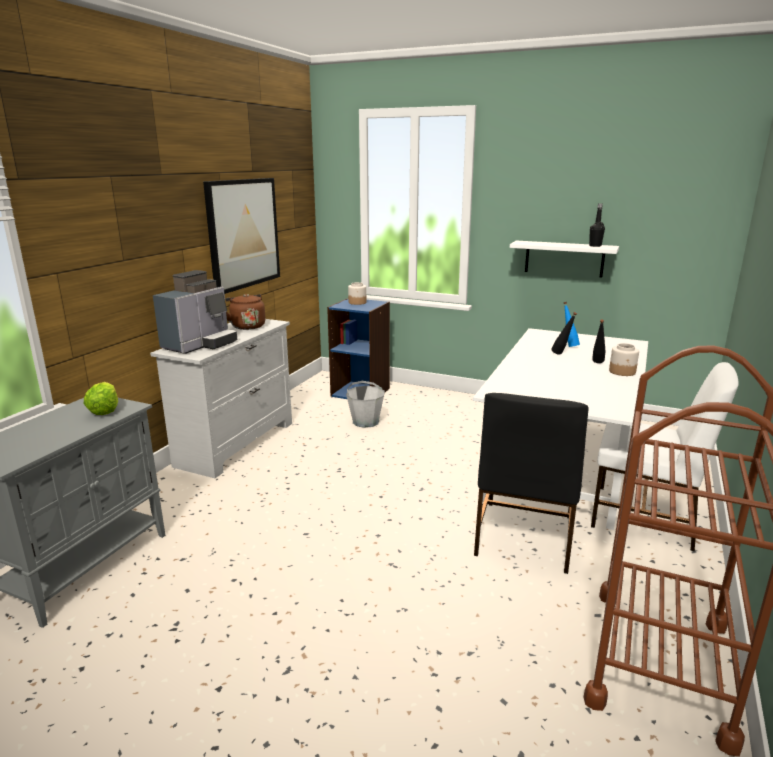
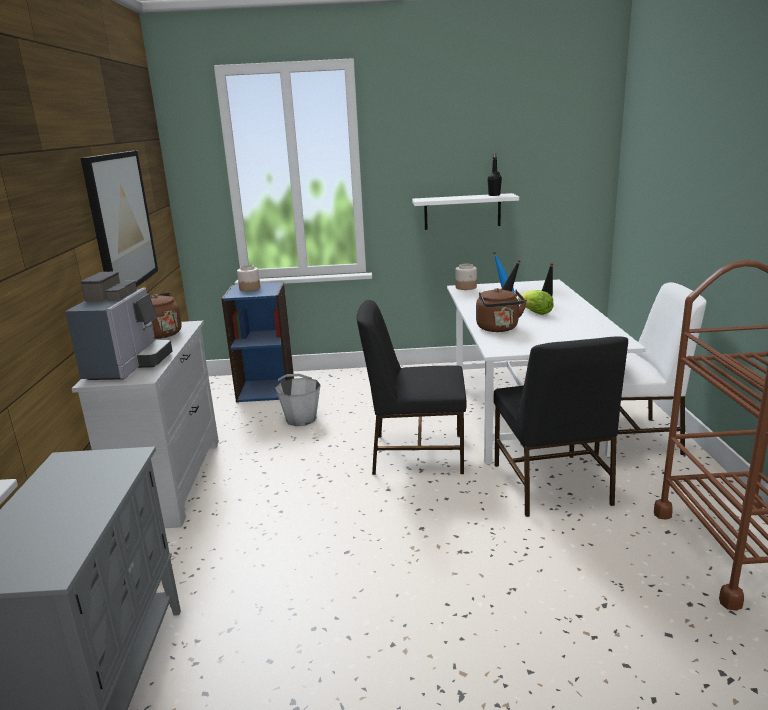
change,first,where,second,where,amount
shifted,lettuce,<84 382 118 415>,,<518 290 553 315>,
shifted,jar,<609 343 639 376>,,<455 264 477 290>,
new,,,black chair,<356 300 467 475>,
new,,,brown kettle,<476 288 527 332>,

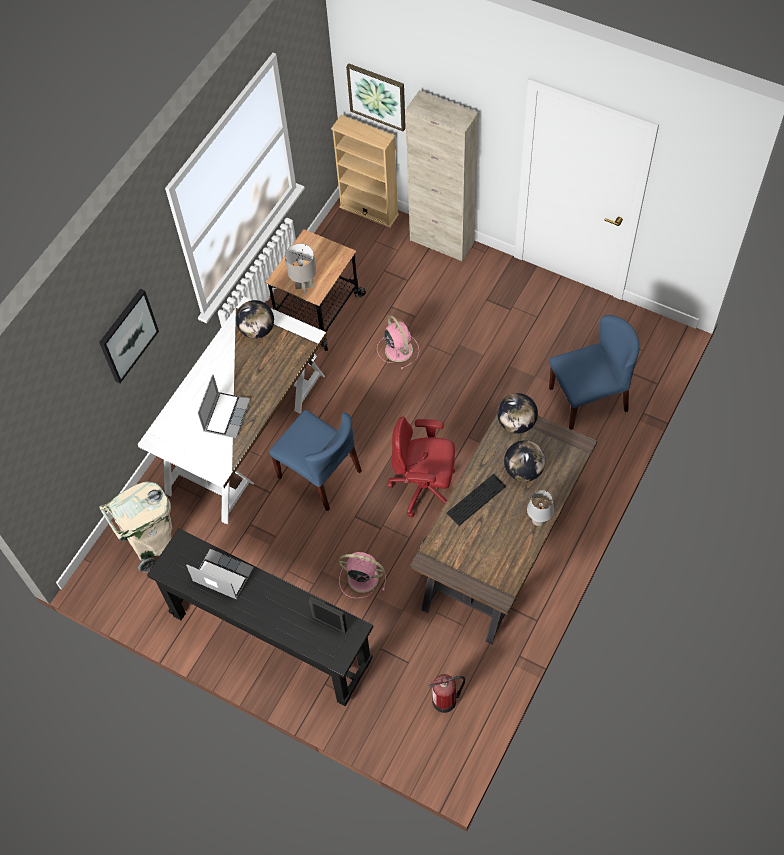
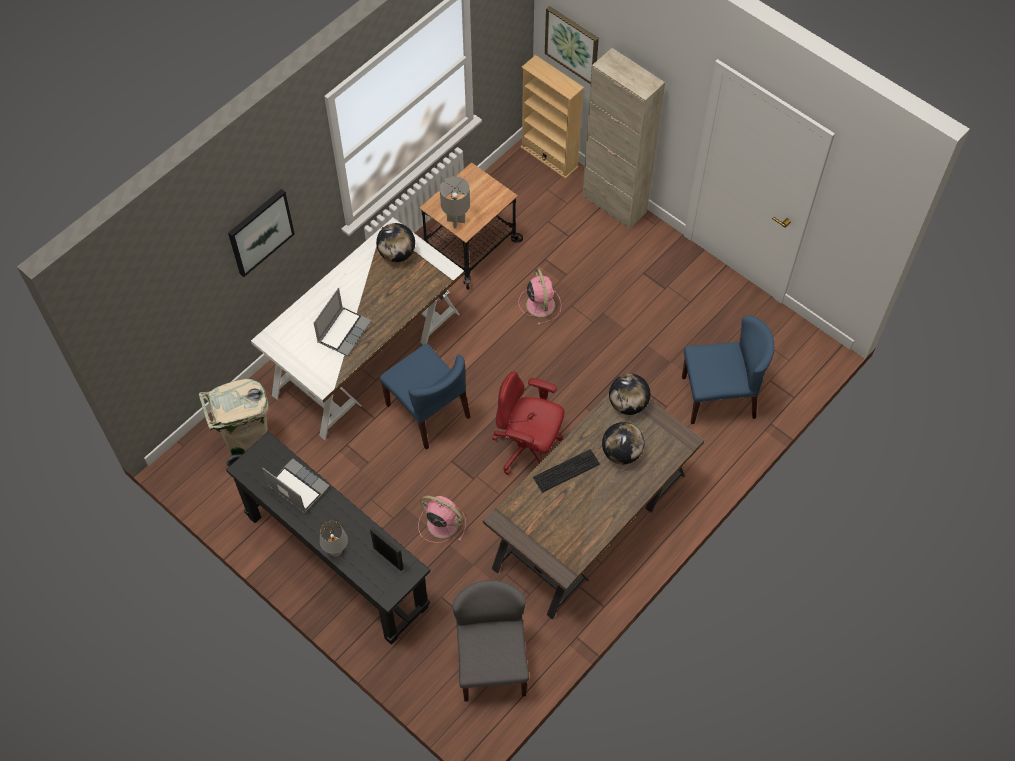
change,first,where,second,where,amount
swapped,fire extinguisher,<429 674 465 713>,grey chair,<453 580 529 702>,
shifted,grey table lamp,<527 490 554 526>,,<320 521 348 556>,

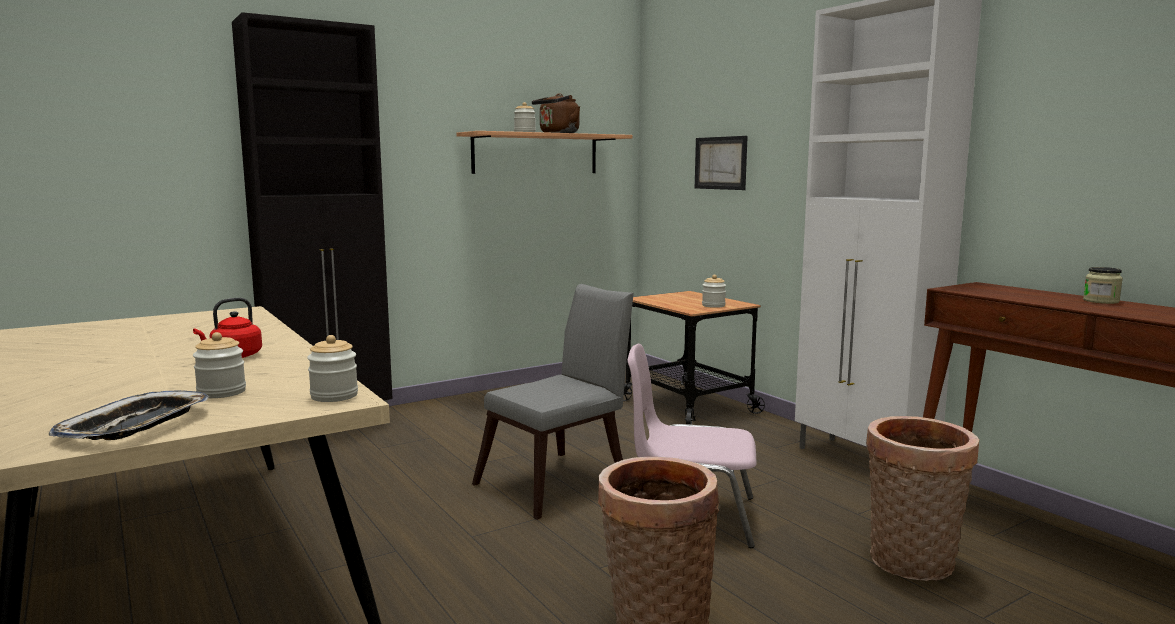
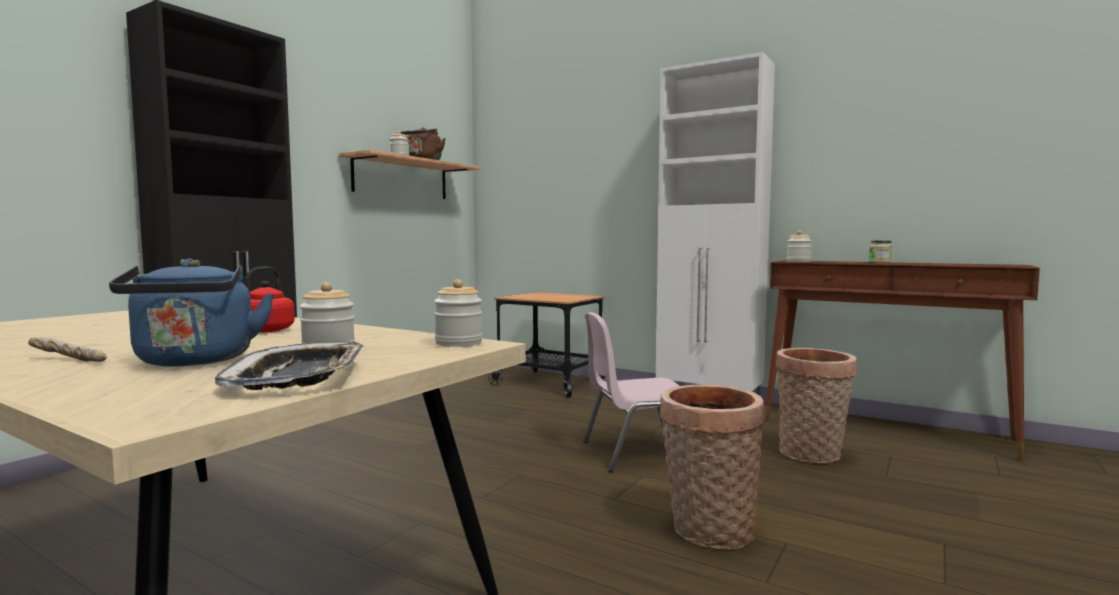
change,first,where,second,where,amount
gone,grey chair,<472 284 634 520>,,,
gone,picture,<695 136 748 190>,,,
shifted,jar,<702 275 726 308>,,<787 231 812 262>,
new,,,bread,<28 337 107 362>,
new,,,blue kettle,<109 259 274 366>,

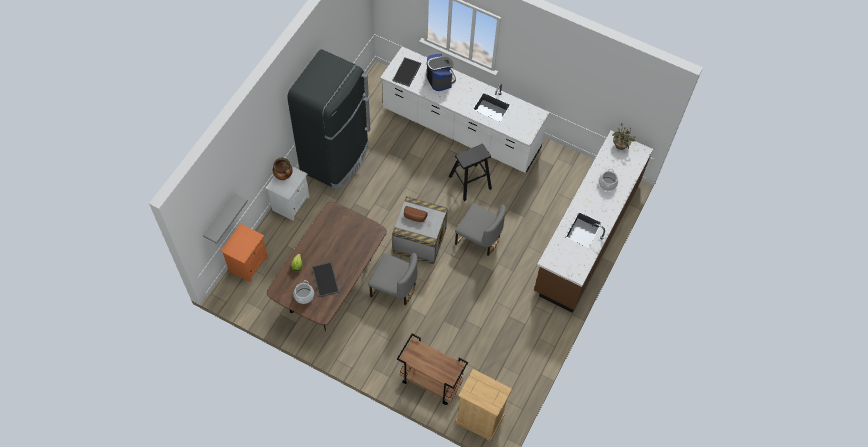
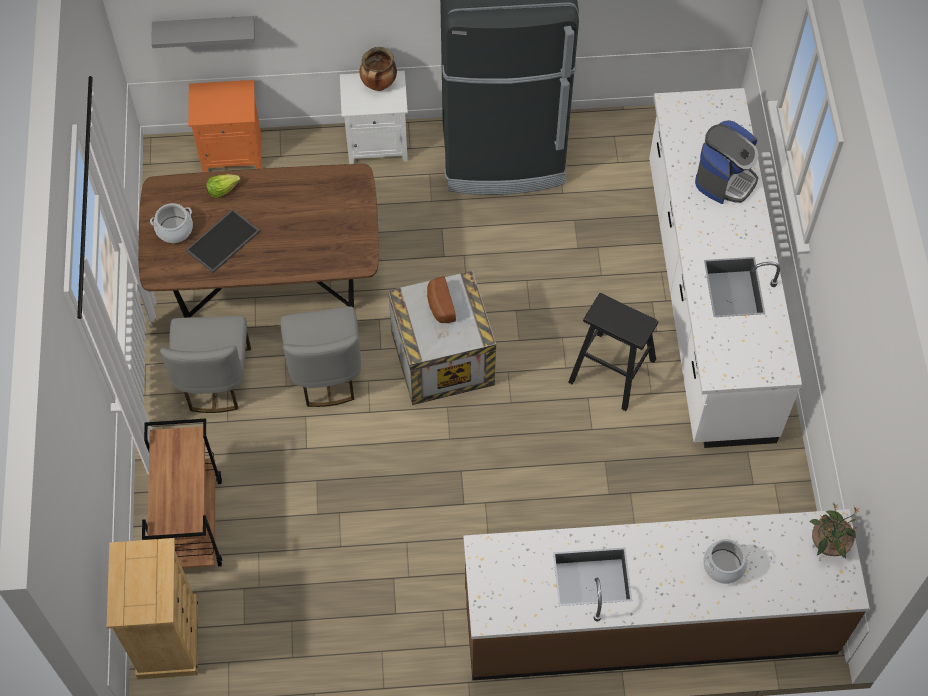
change,first,where,second,where,amount
gone,tray,<392 57 421 87>,,,
shifted,grey chair,<455 203 506 256>,,<160 316 251 413>,

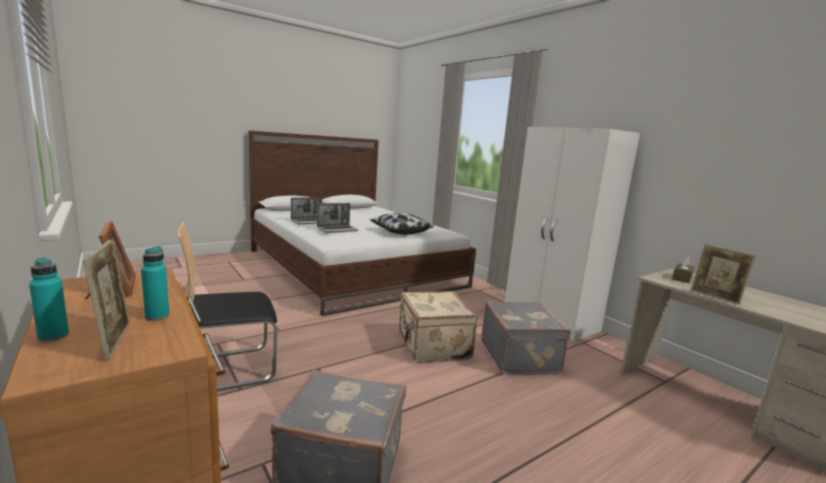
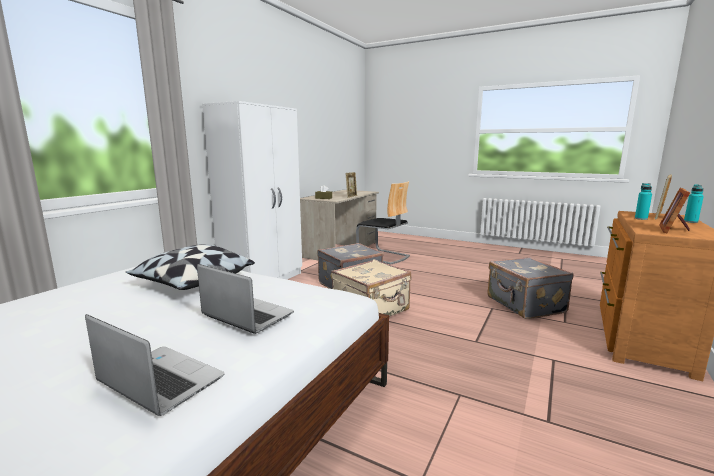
change,first,where,second,where,amount
shifted,chair,<178 222 277 391>,,<356 181 410 265>,

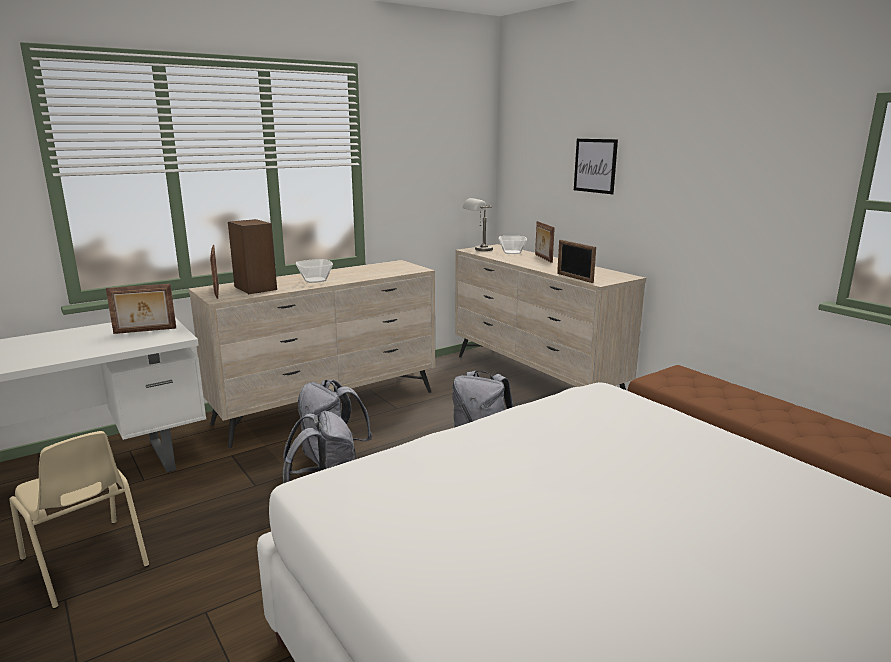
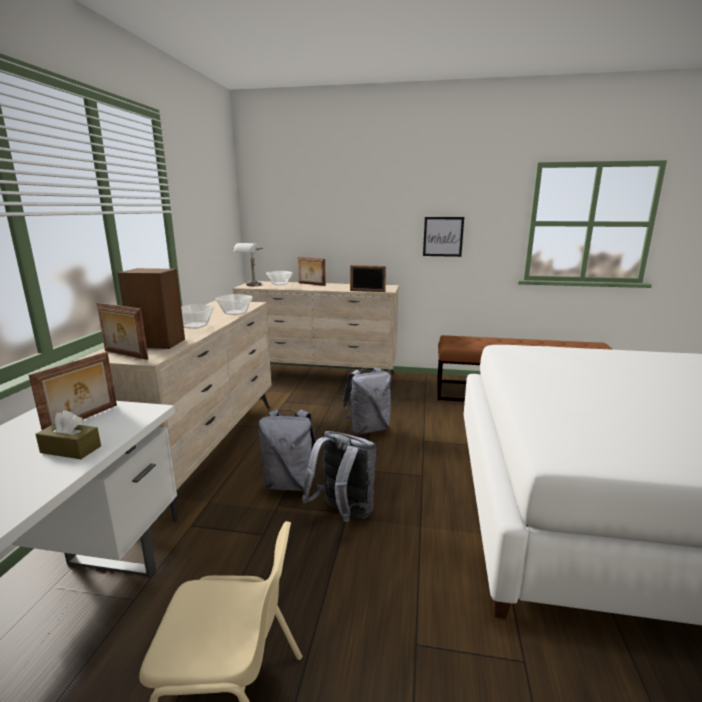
change,first,where,second,where,amount
shifted,picture,<574 139 618 194>,,<423 217 464 257>,
new,,,brown tissue box,<35 410 101 459>,
new,,,bowl,<215 294 253 315>,

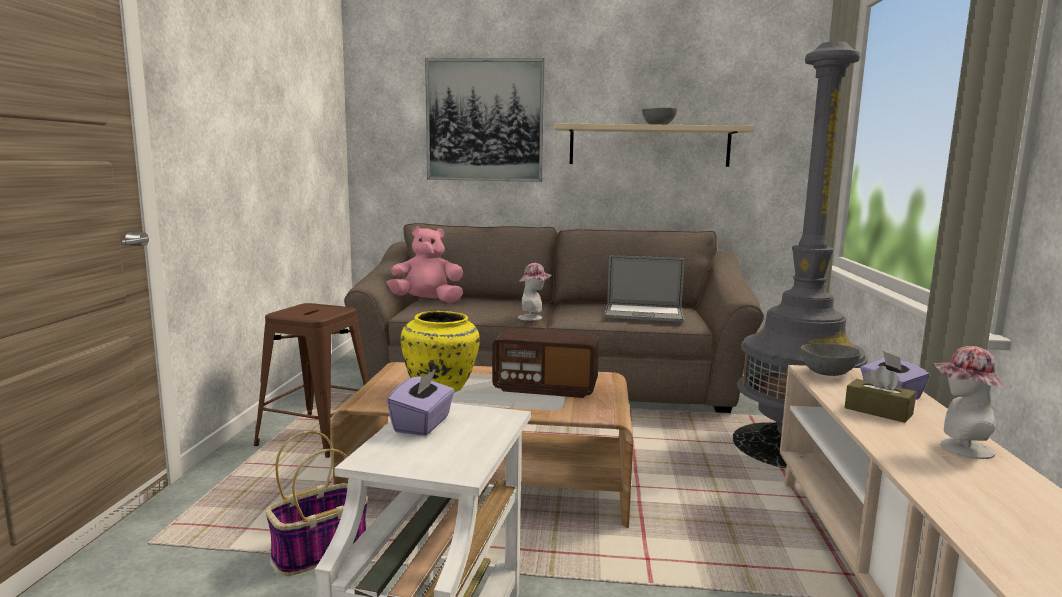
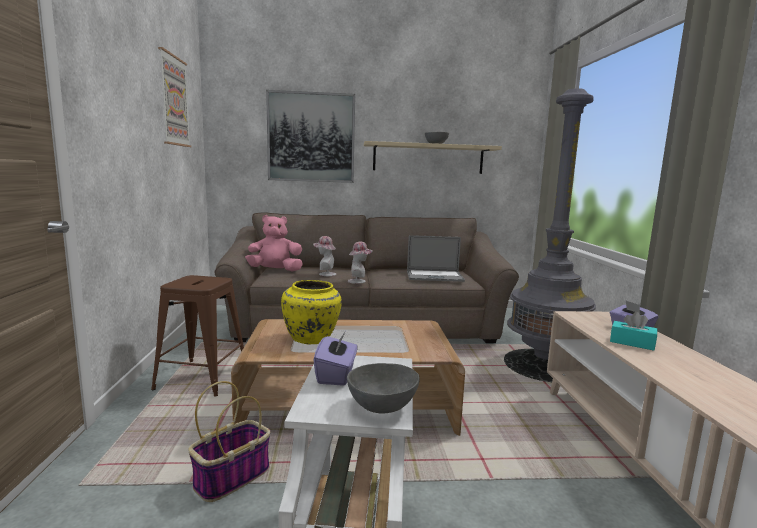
change,first,where,second,where,amount
gone,radio,<492 328 599 398>,,,
shifted,grey bowl,<801 343 861 376>,,<347 363 420 414>,
repainted,brown tissue box,<845 366 916 423>,turquoise tissue box,<610 312 657 351>,
shifted,hat,<933 346 1005 459>,,<313 236 336 276>,
new,,,picture,<158 47 191 147>,

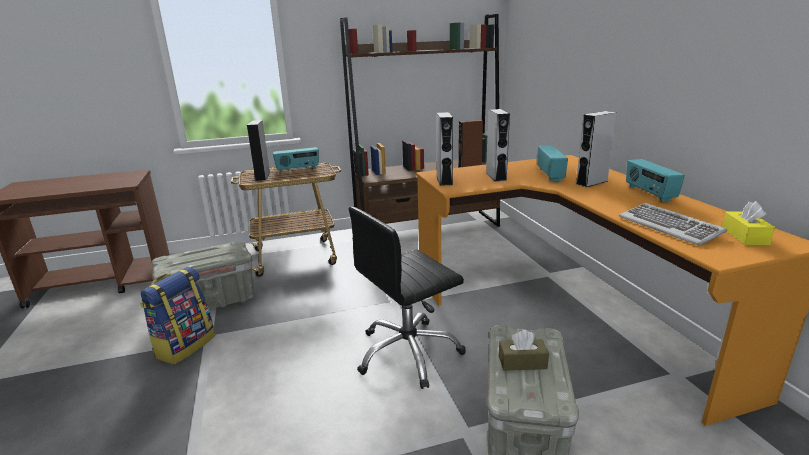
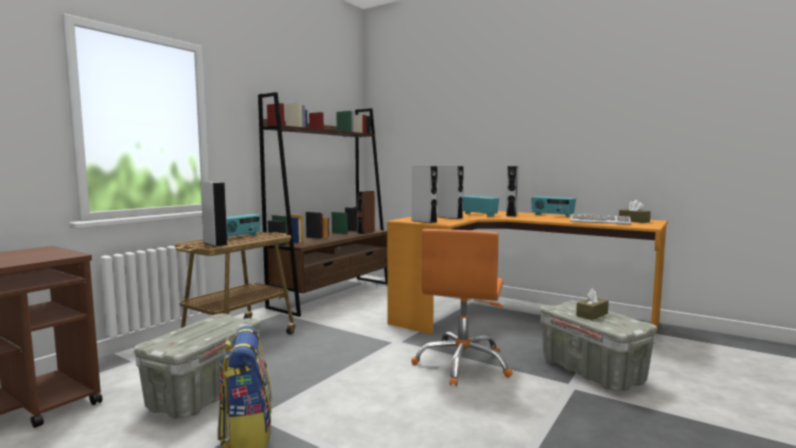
change,first,where,second,where,amount
repainted,black office chair,<349 206 466 389>,orange office chair,<411 229 513 386>,
repainted,yellow tissue box,<722 201 775 245>,brown tissue box,<619 200 651 223>,

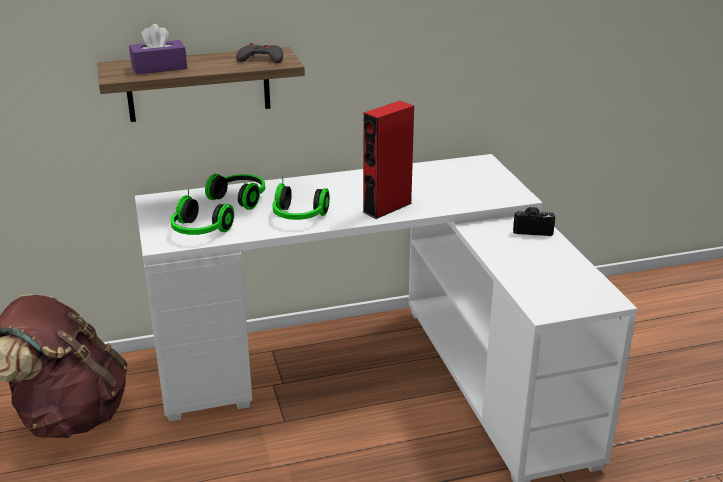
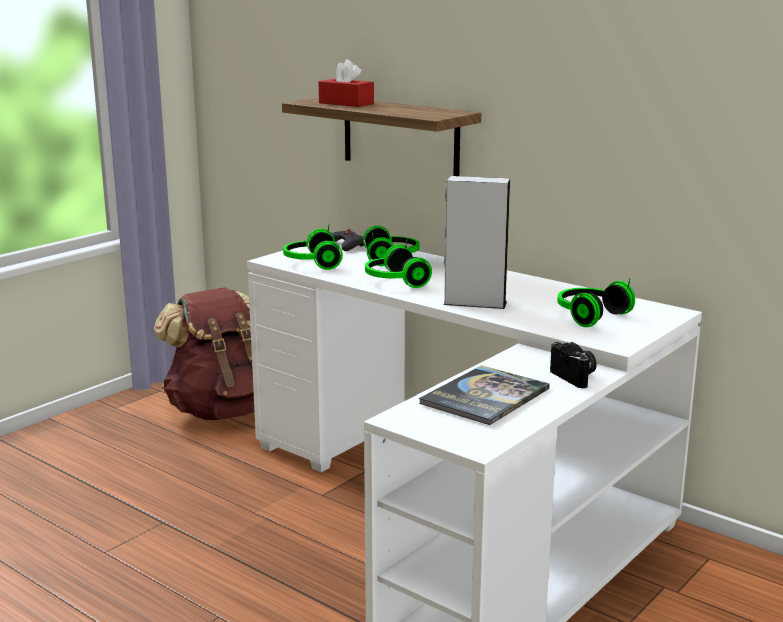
change,first,where,second,where,amount
repainted,purple tissue box,<129 24 187 75>,red tissue box,<319 60 374 107>,
shifted,grey game controller,<236 43 283 63>,,<330 229 365 251>,
repainted,red speaker,<363 101 414 219>,grey speaker,<444 176 510 309>,
new,,,book,<419 366 550 425>,
new,,,headphones,<557 278 635 327>,

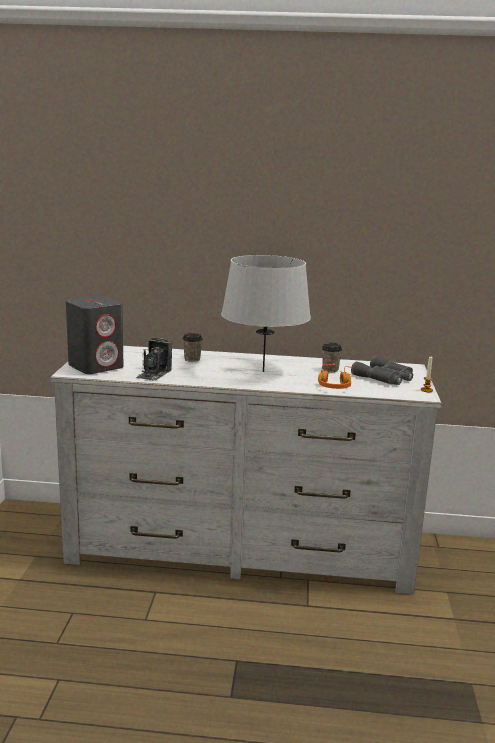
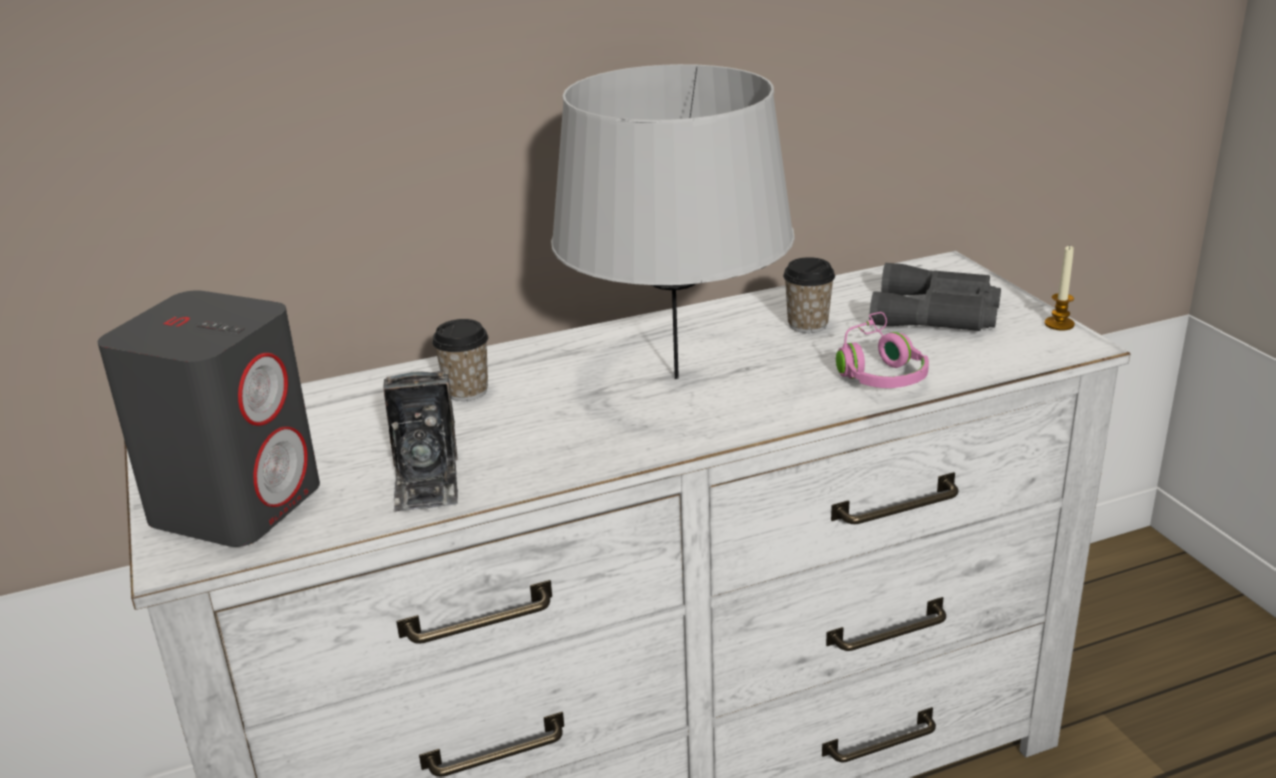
change,first,where,second,where,amount
repainted,orange headphones,<318 363 353 389>,pink headphones,<836 312 929 388>,

